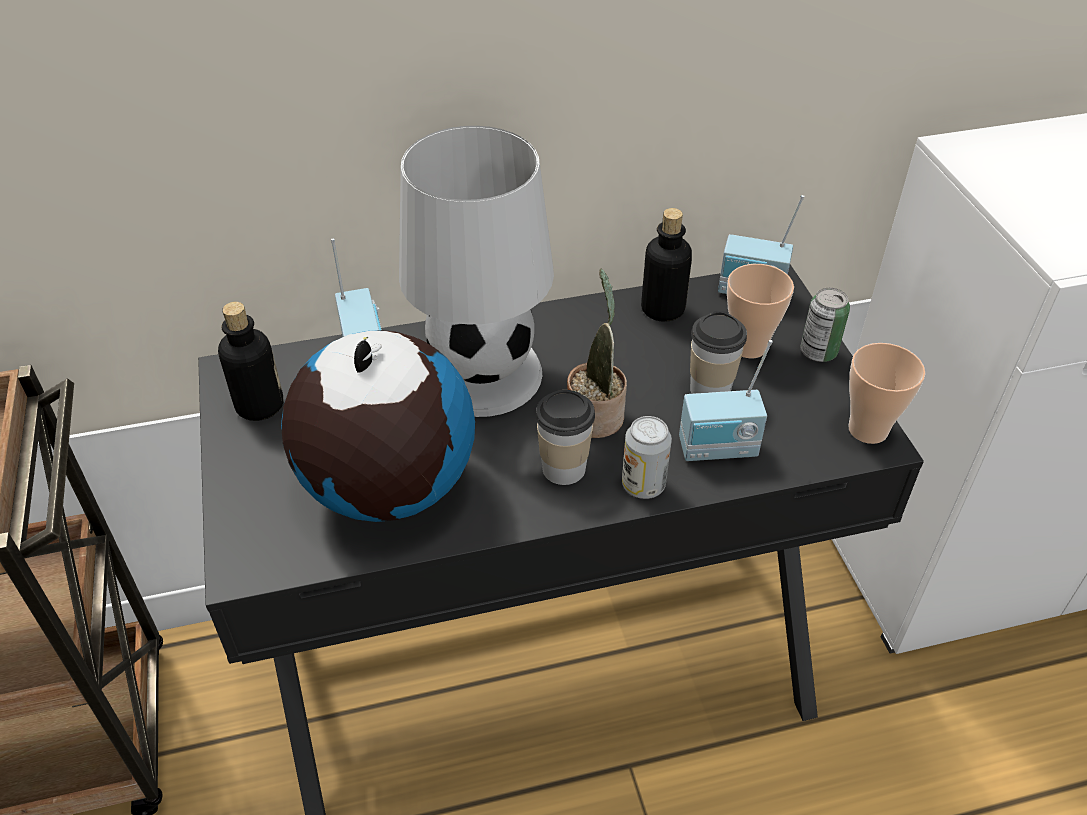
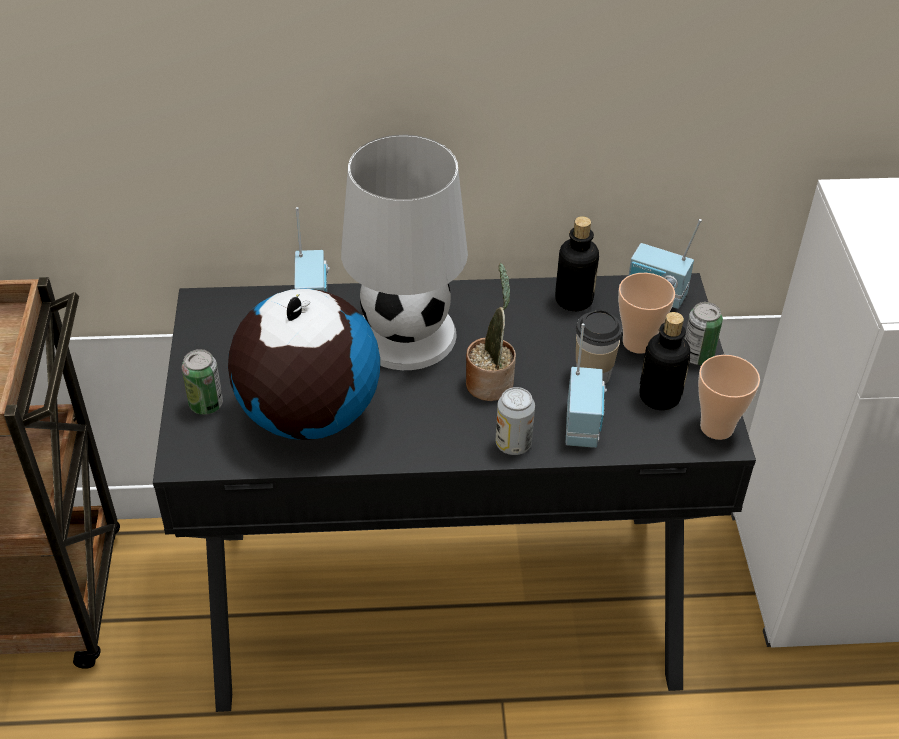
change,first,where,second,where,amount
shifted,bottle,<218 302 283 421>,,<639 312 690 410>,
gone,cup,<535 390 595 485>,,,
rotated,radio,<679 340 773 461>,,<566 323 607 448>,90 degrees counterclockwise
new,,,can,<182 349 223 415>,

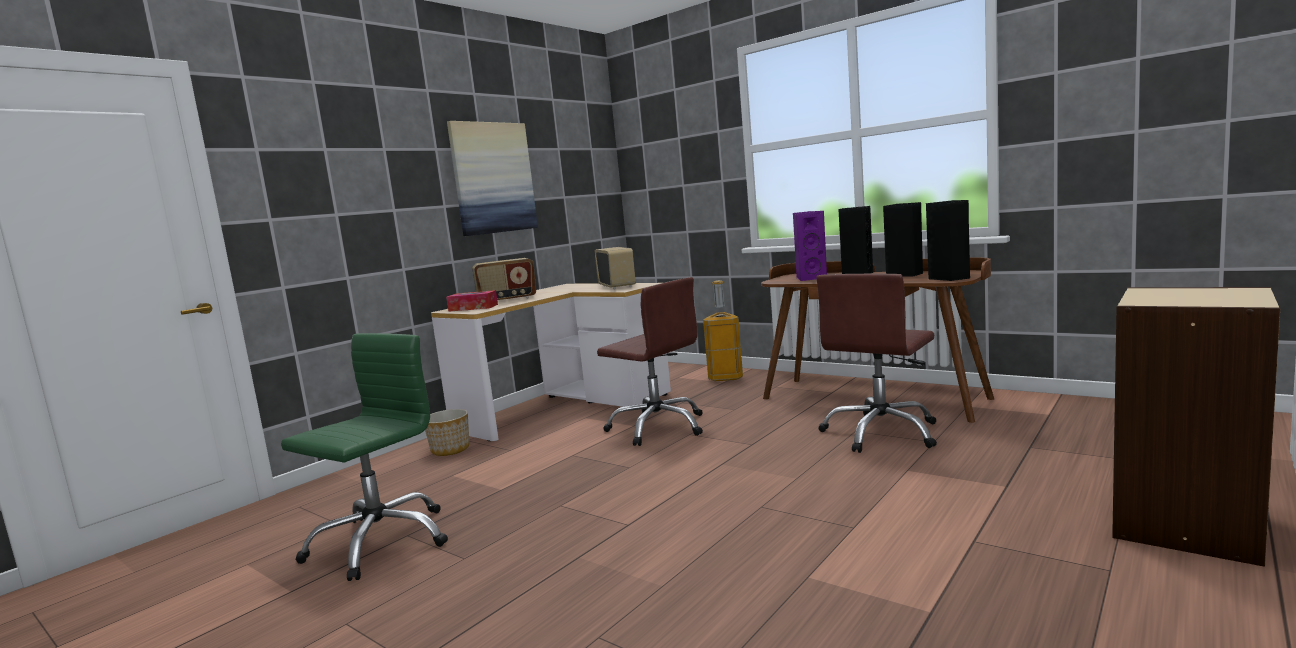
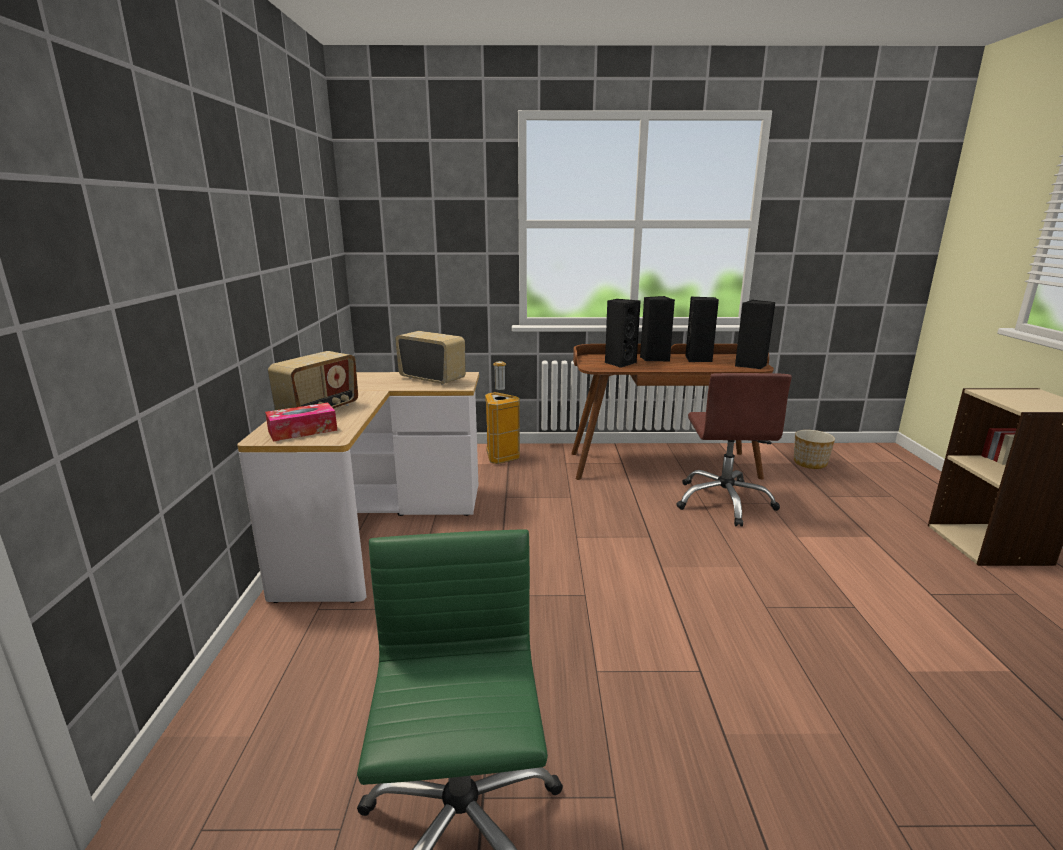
change,first,where,second,where,amount
shifted,planter,<425 409 469 456>,,<794 430 835 469>,
gone,picture,<447 121 538 236>,,,
gone,brown office chair,<597 277 703 446>,,,
repainted,purple speaker,<793 211 827 281>,black speaker,<605 299 641 368>,

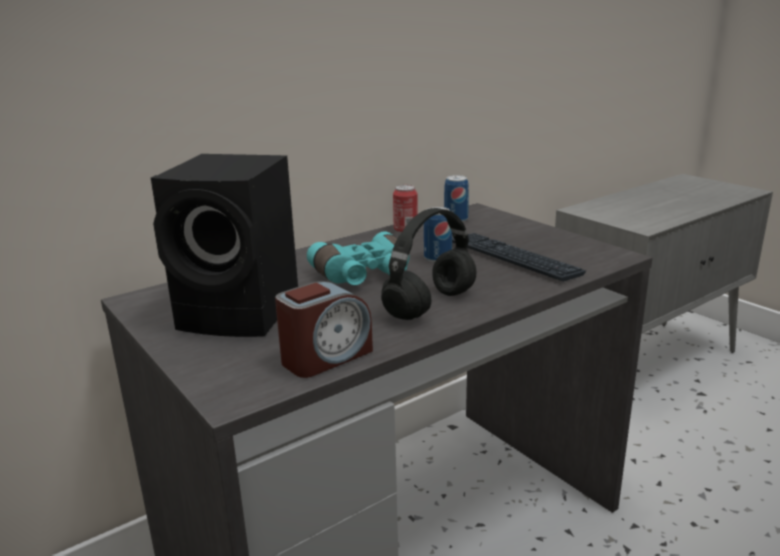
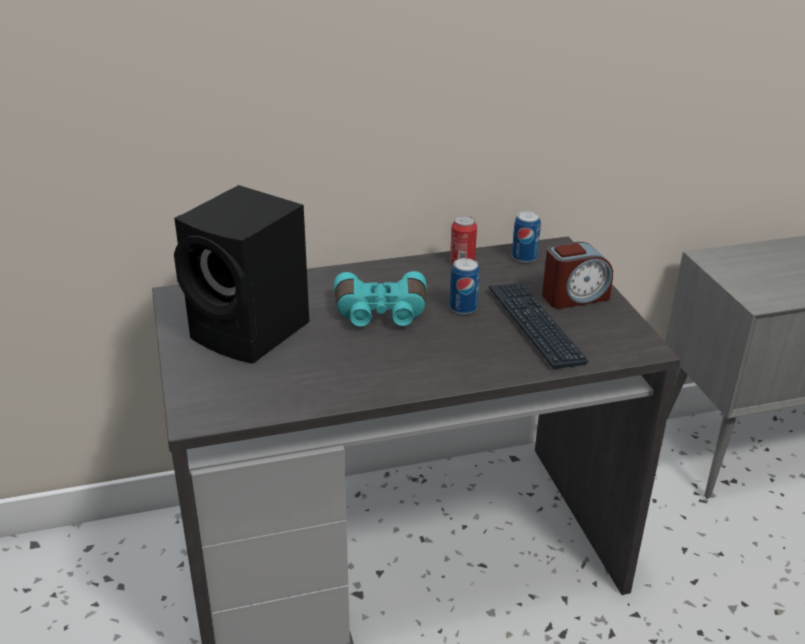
change,first,where,second,where,amount
shifted,alarm clock,<275 281 373 378>,,<542 242 613 309>,
gone,black headphones,<381 208 476 320>,,,

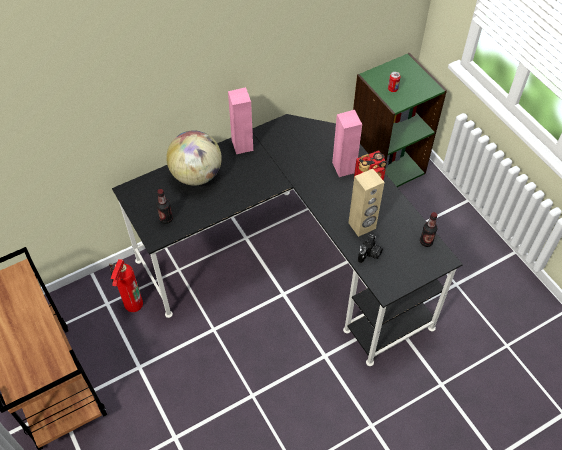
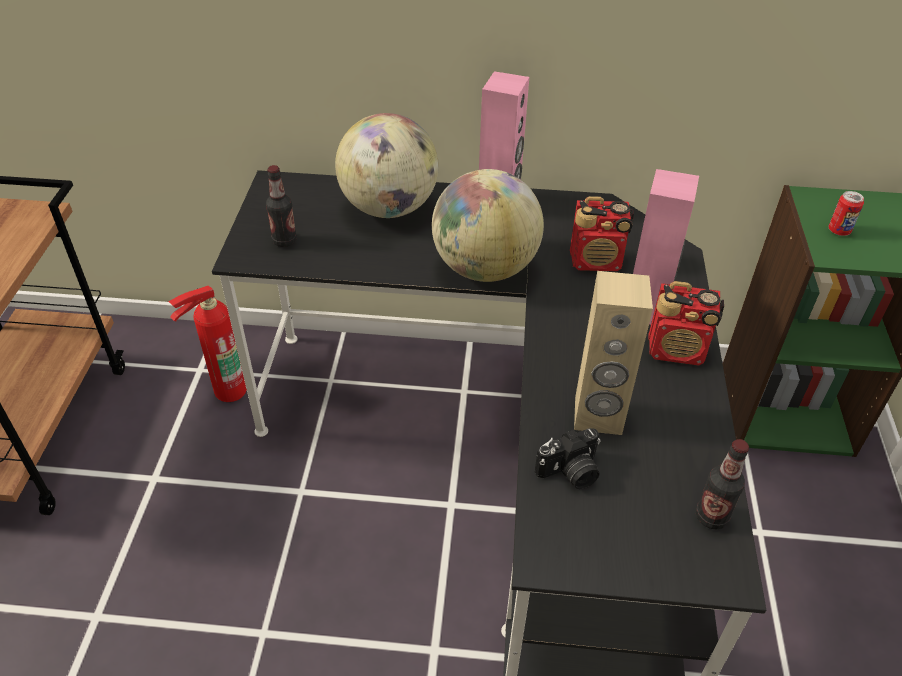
change,first,where,second,where,amount
new,,,globe,<432 169 544 282>,
new,,,radio,<570 196 634 271>,

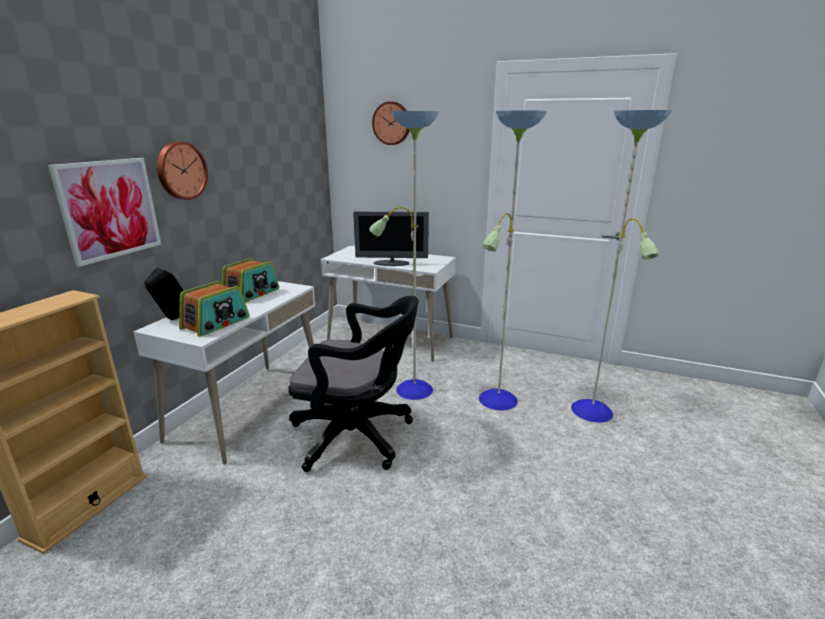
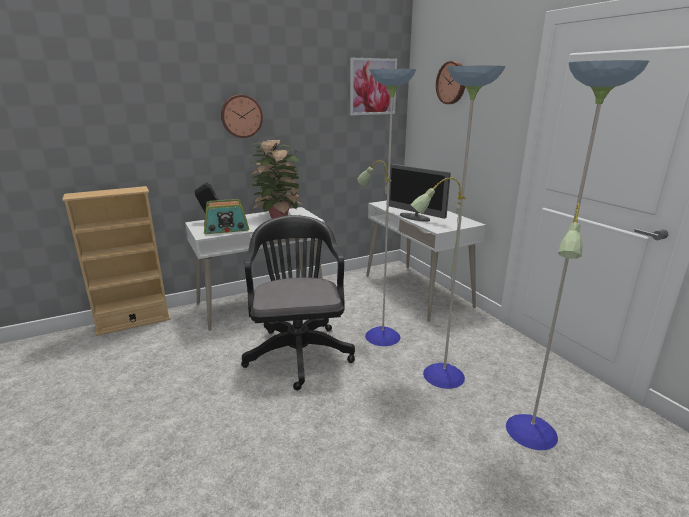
change,first,where,second,where,amount
shifted,picture,<48 158 161 267>,,<350 58 397 115>,
swapped,radio,<222 258 279 302>,potted plant,<248 140 305 219>,
rotated,black office chair,<288 296 419 472>,,<241 215 355 390>,150 degrees counterclockwise

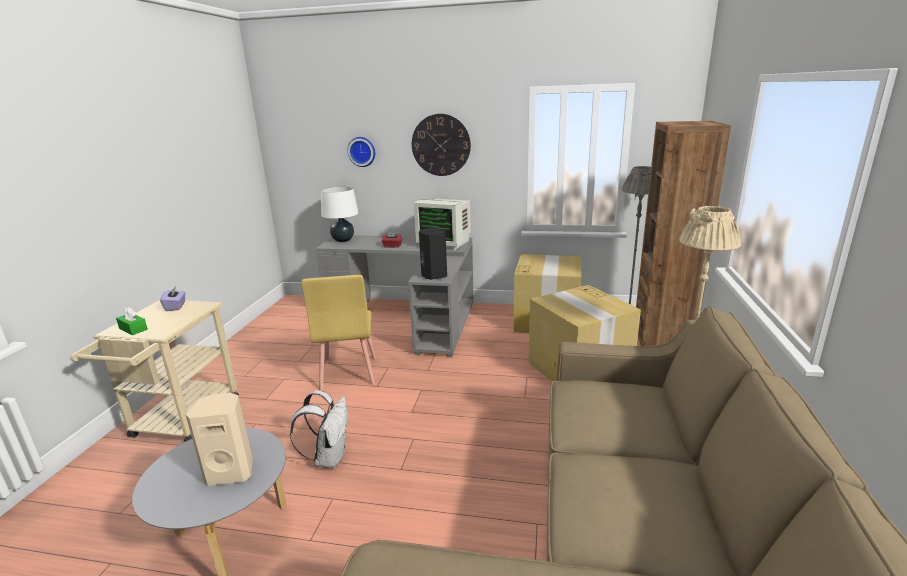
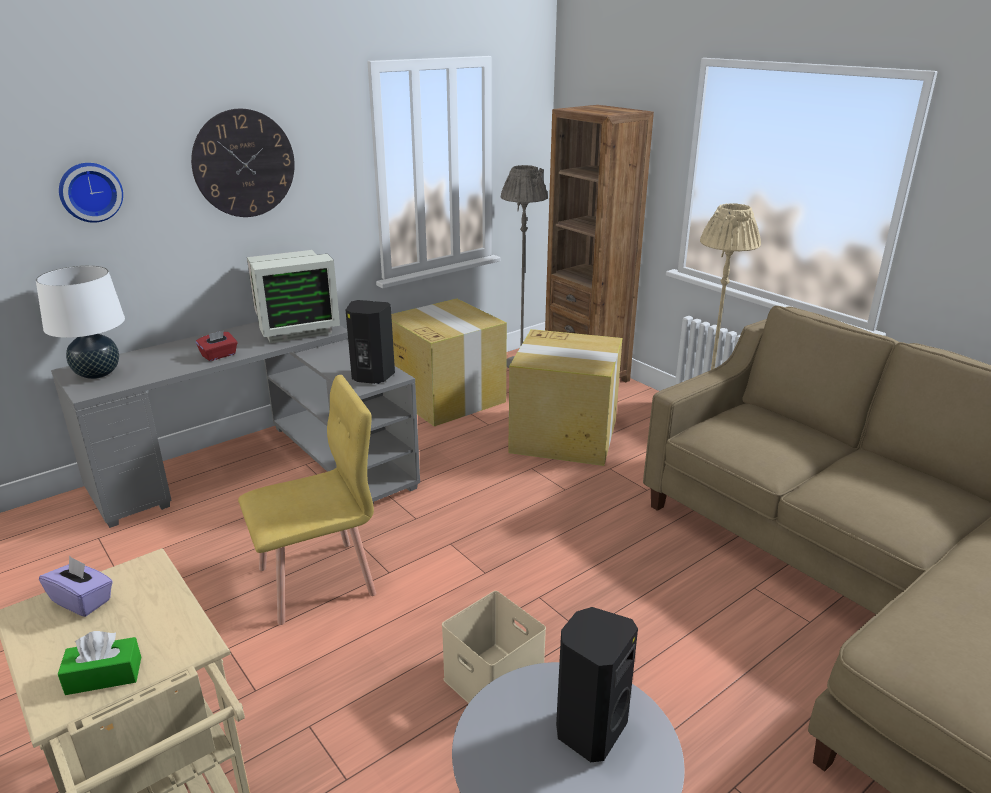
change,first,where,second,where,amount
repainted,beige speaker,<186 393 253 486>,black speaker,<556 607 638 762>,
swapped,white backpack,<290 390 348 468>,beige storage box,<442 591 546 704>,
rotated,yellow chair,<301 275 376 391>,,<238 375 376 625>,60 degrees counterclockwise

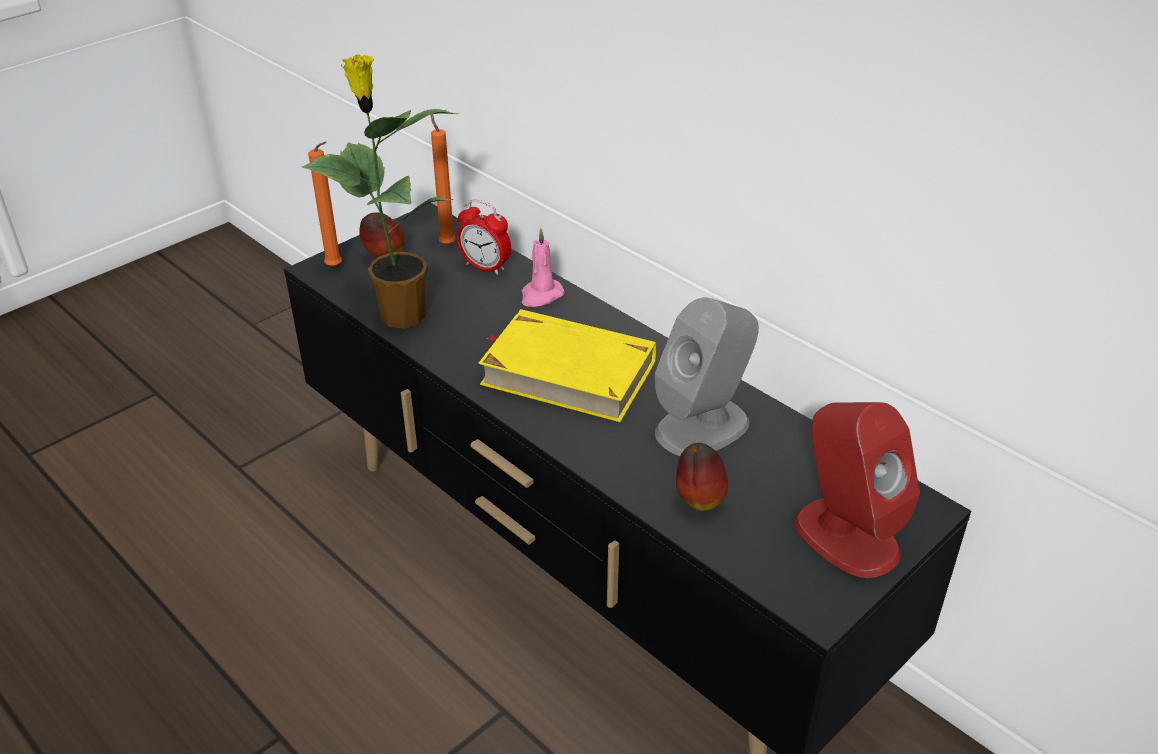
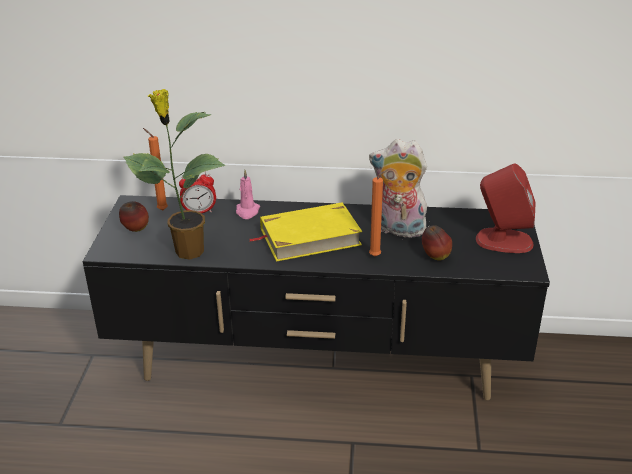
change,first,where,second,where,amount
shifted,orange candle,<308 142 342 267>,,<369 169 389 256>,
swapped,grey speaker,<655 297 759 456>,plush toy,<369 139 427 238>,

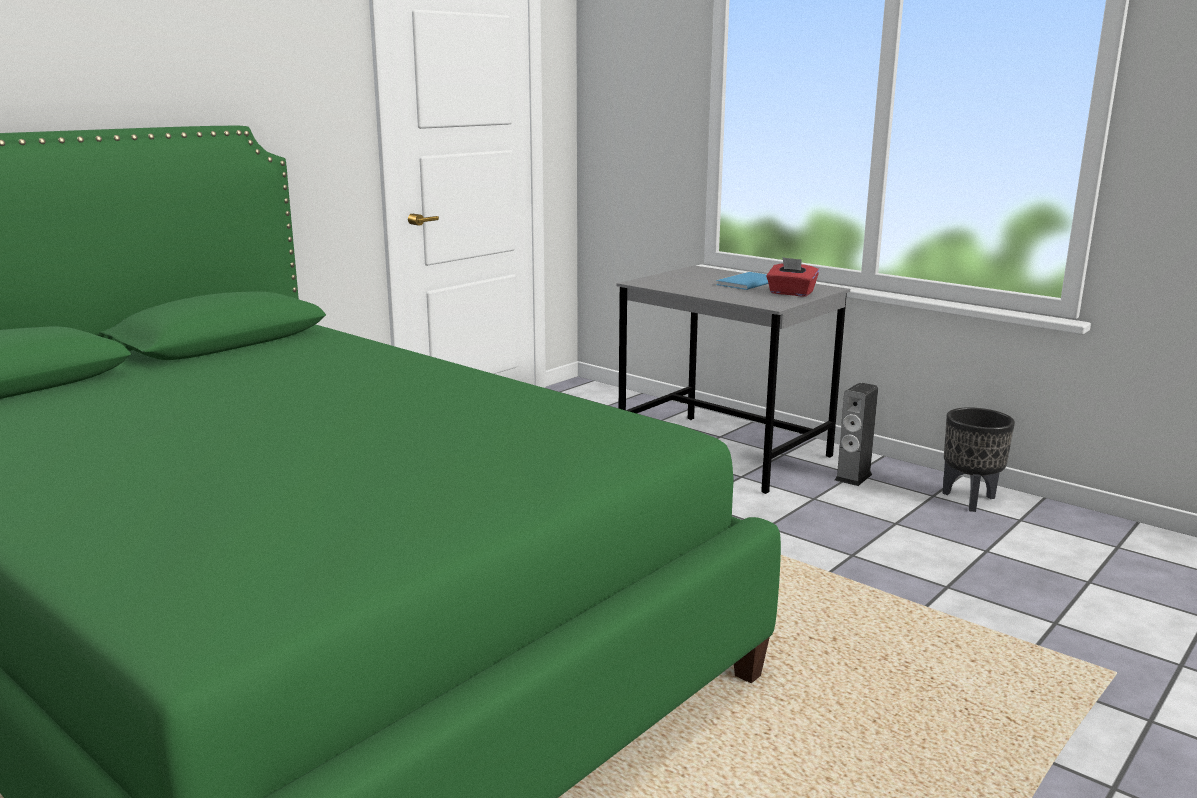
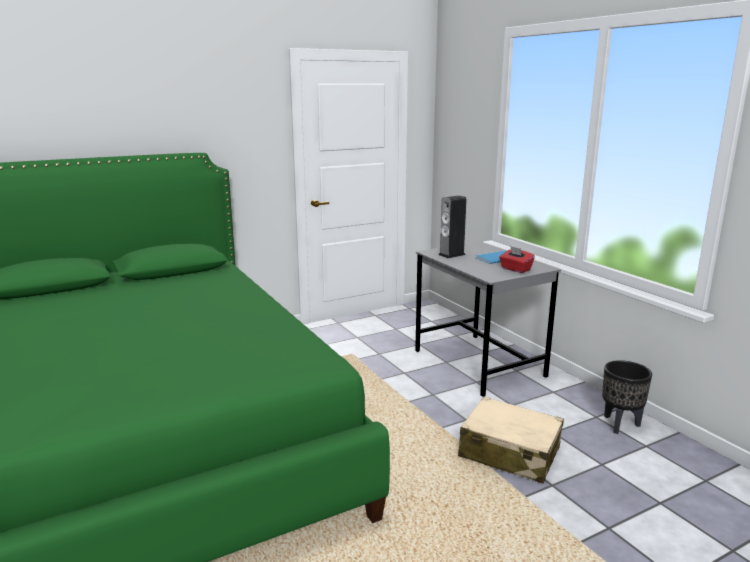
change,first,where,second,where,amount
shifted,speaker,<835 382 878 486>,,<438 195 467 258>,
new,,,beige suitcase,<458 396 564 484>,

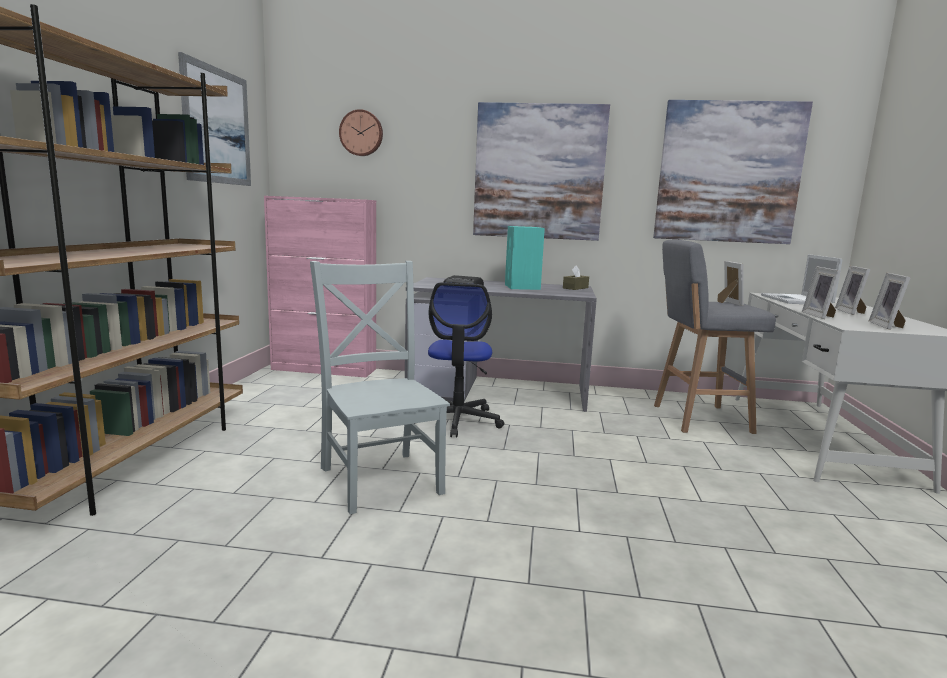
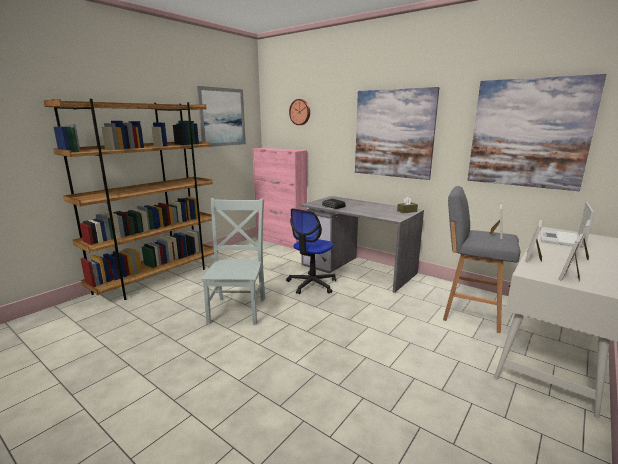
change,first,where,second,where,amount
gone,turquoise speaker,<505 226 545 290>,,,

